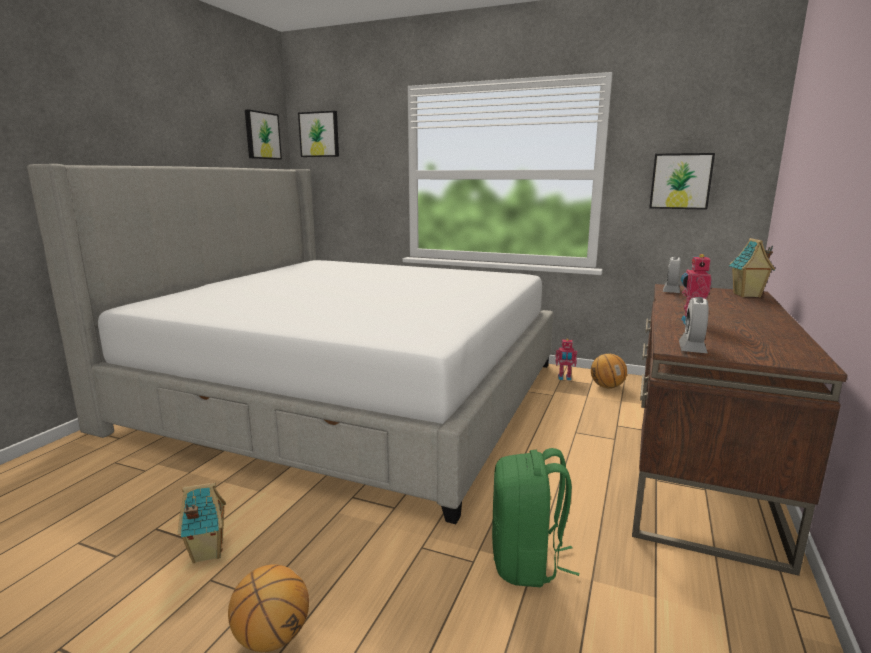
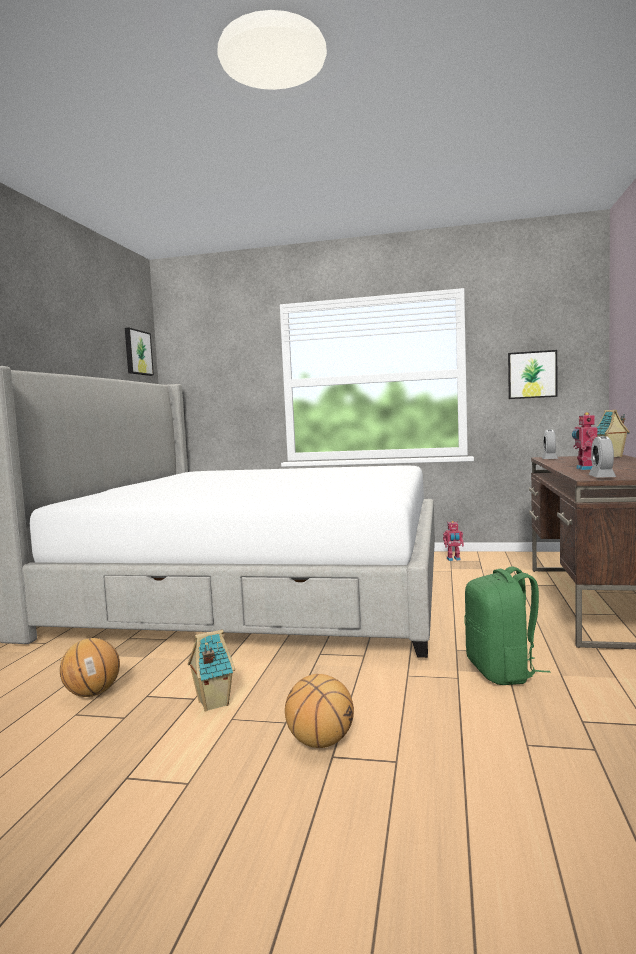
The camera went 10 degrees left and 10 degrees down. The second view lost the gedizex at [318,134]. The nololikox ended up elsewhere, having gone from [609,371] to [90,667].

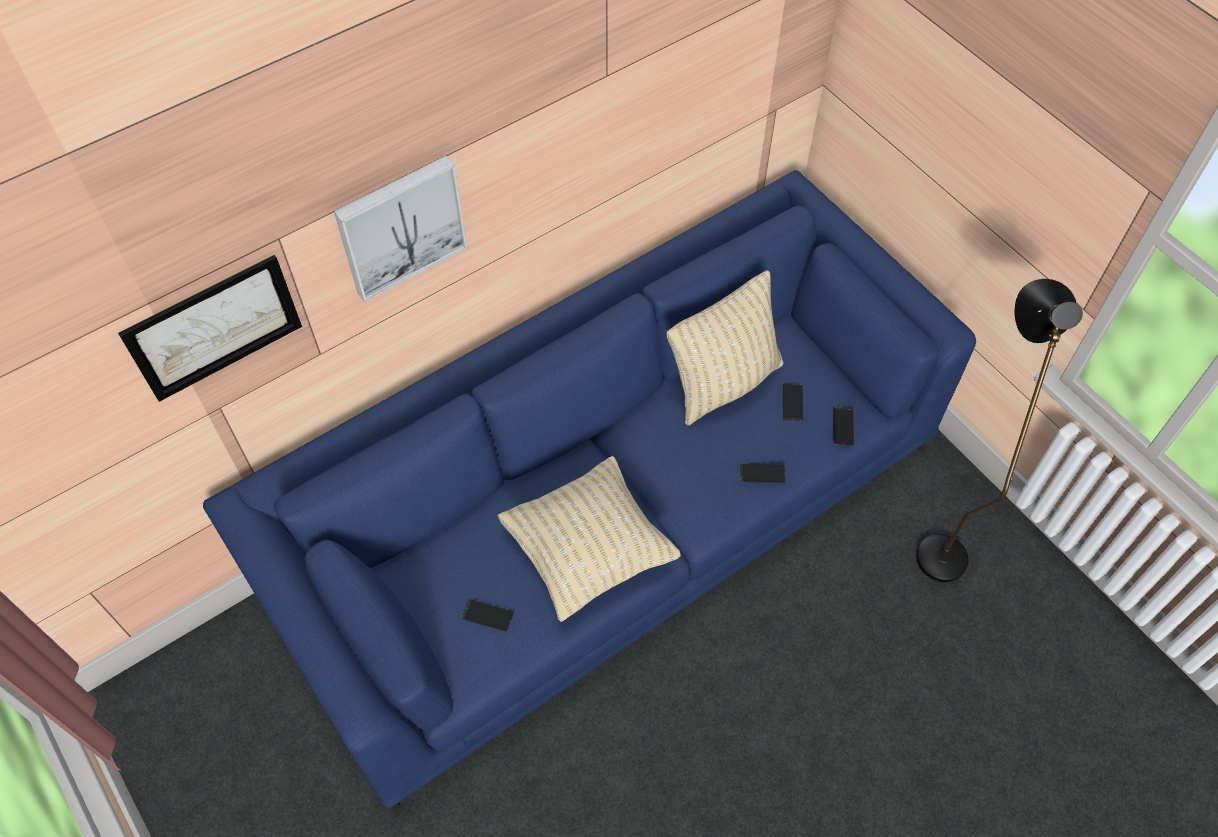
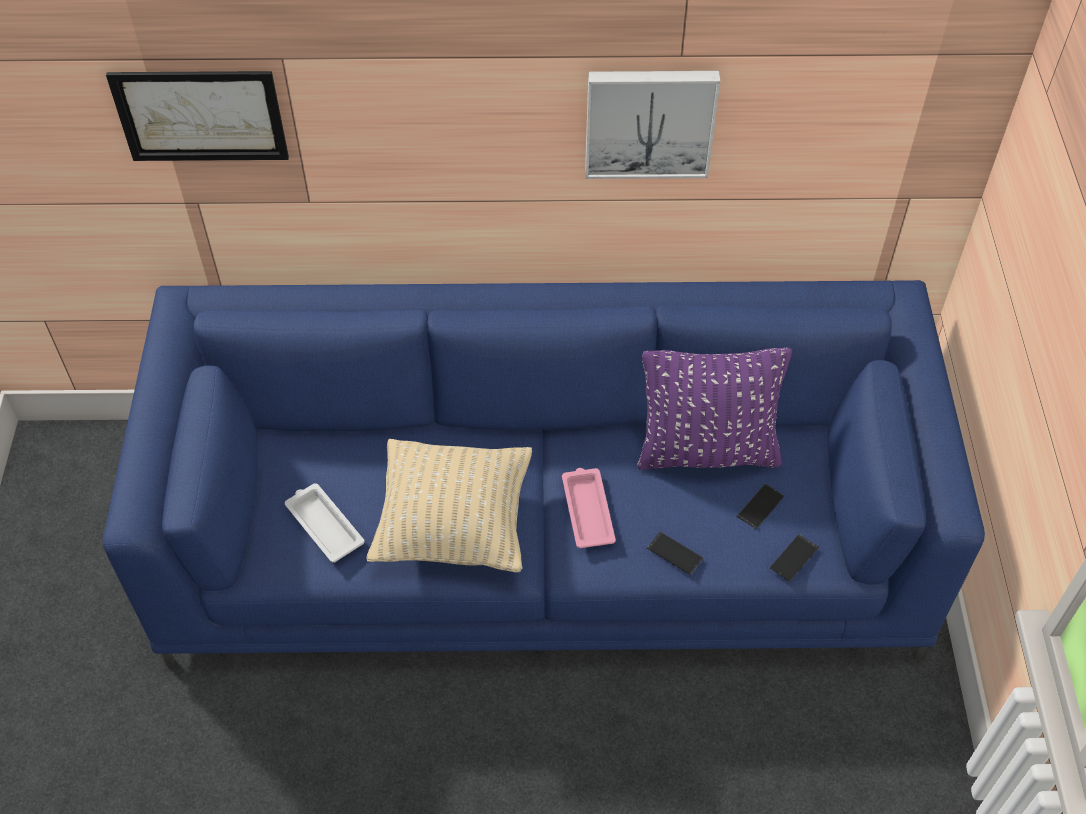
The camera went 35 degrees right and 5 degrees down. The gedizex ended up elsewhere, having gone from [400,229] to [652,125]. What was the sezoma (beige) at [725,348] turned into the sezoma (purple) at [714,409]. The second view lost the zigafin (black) at [999,430]. Where the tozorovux stood at [488,615], the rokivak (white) came to stand at [325,523]. The second view gained the rokivak (pink) at [589,508].

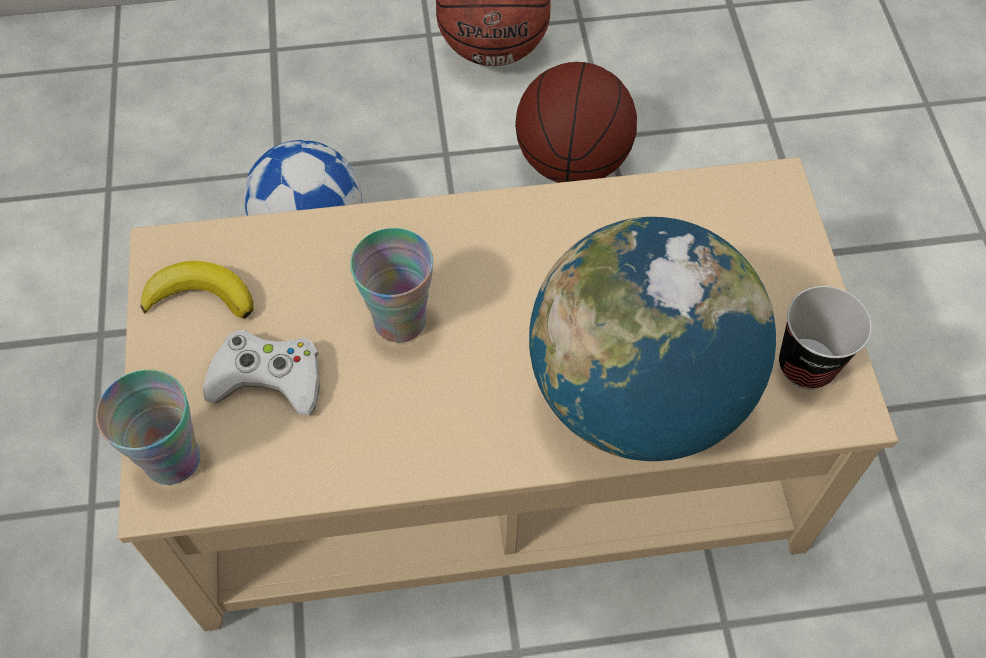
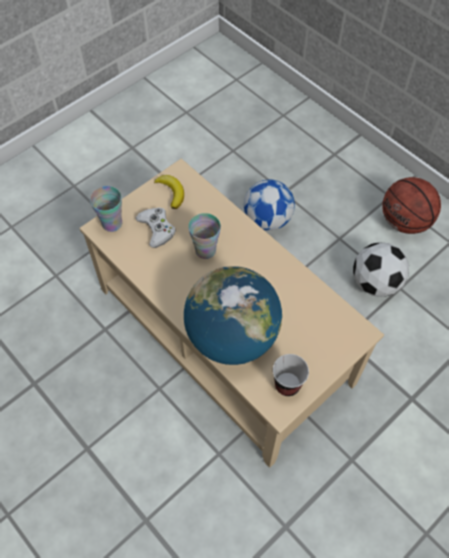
The camera went 55 degrees right and 0 degrees up. Where the nololikox stood at [576,122], the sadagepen came to stand at [381,269].

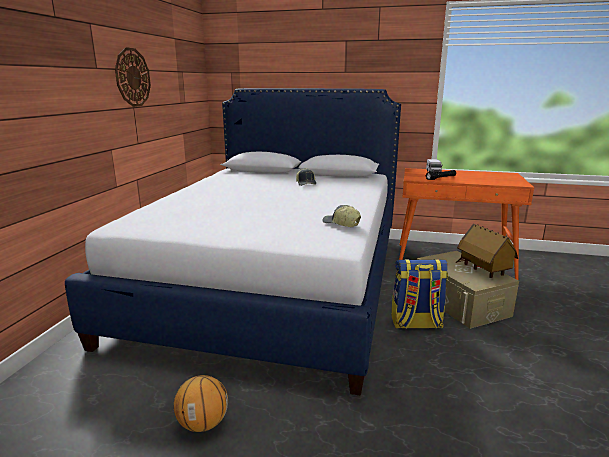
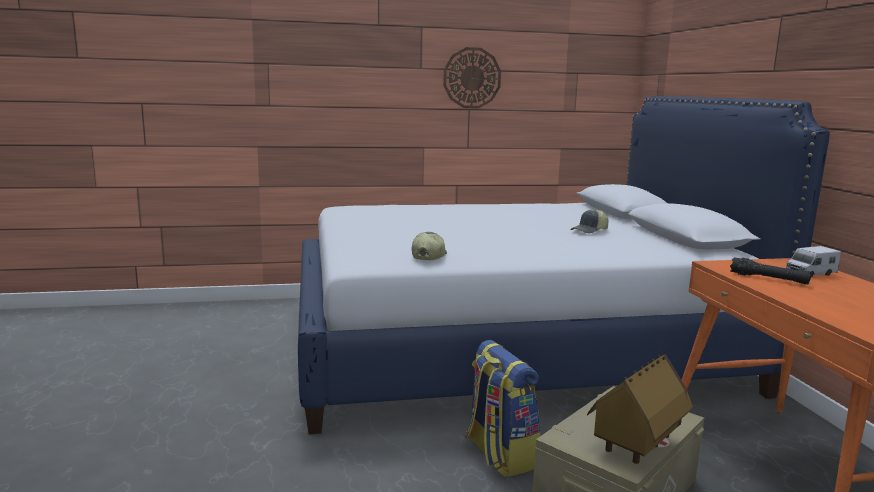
The camera went 65 degrees right and 5 degrees down. The second view lost the nololikox at [201,403].

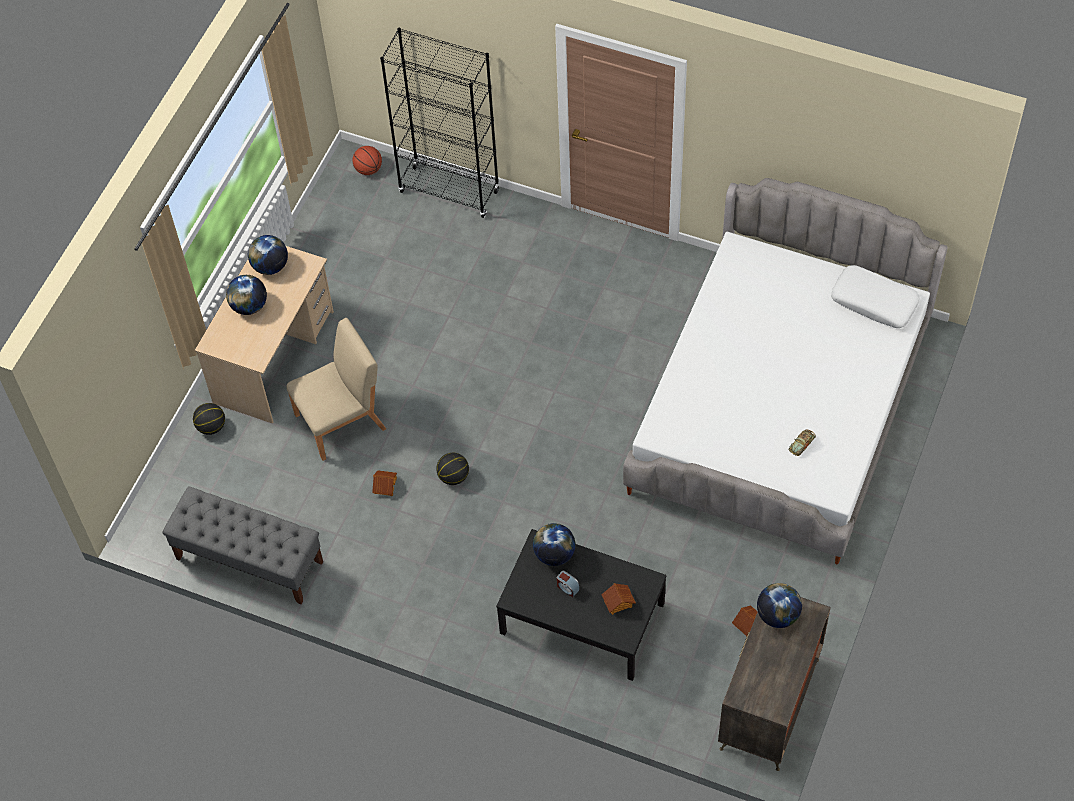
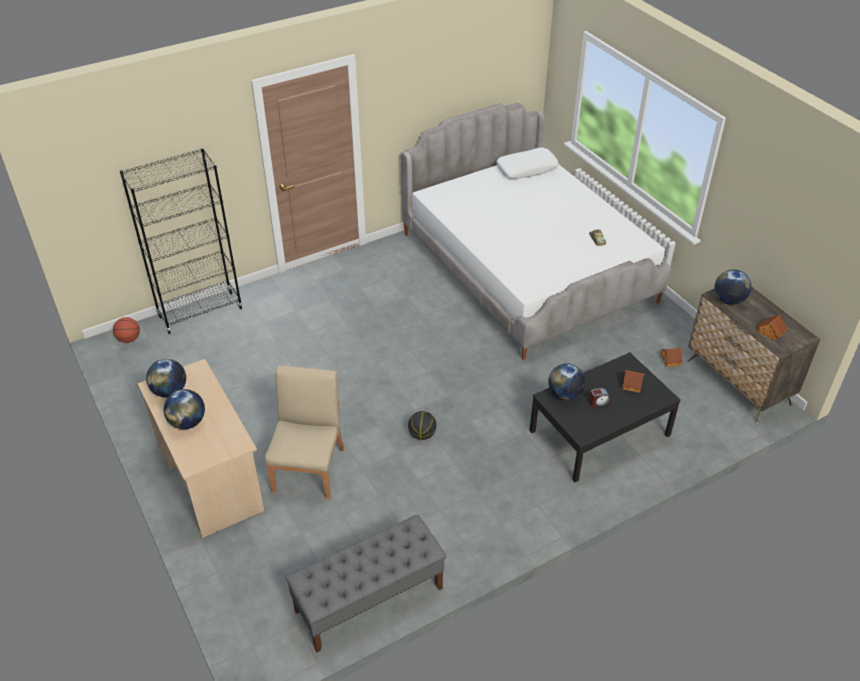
The camera went 55 degrees left and 15 degrees down. The second view lost the nololikox at [209,419]. The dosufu ended up elsewhere, having gone from [384,483] to [771,328].

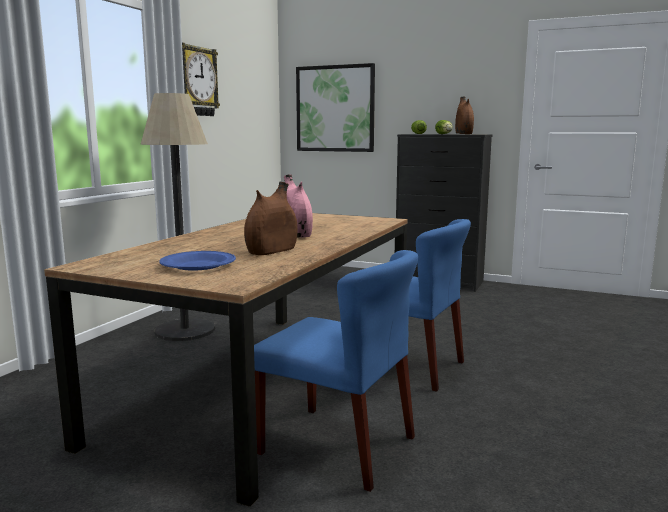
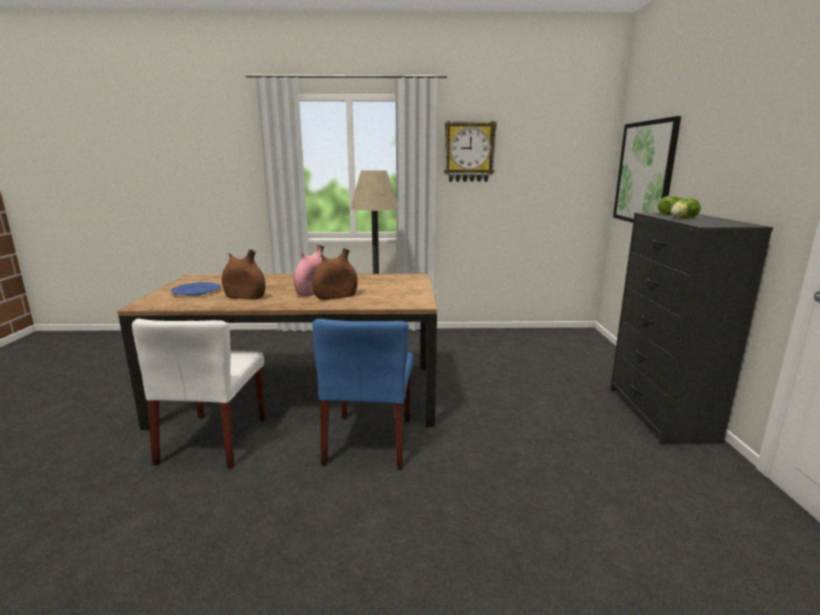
The camera went 65 degrees right and 5 degrees up. The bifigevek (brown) ended up elsewhere, having gone from [464,115] to [335,274]. What was the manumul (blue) at [336,371] turned into the manumul (white) at [199,394].

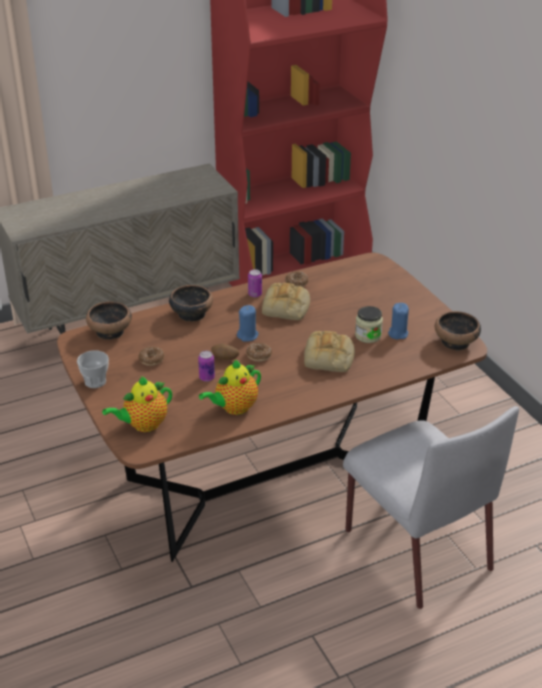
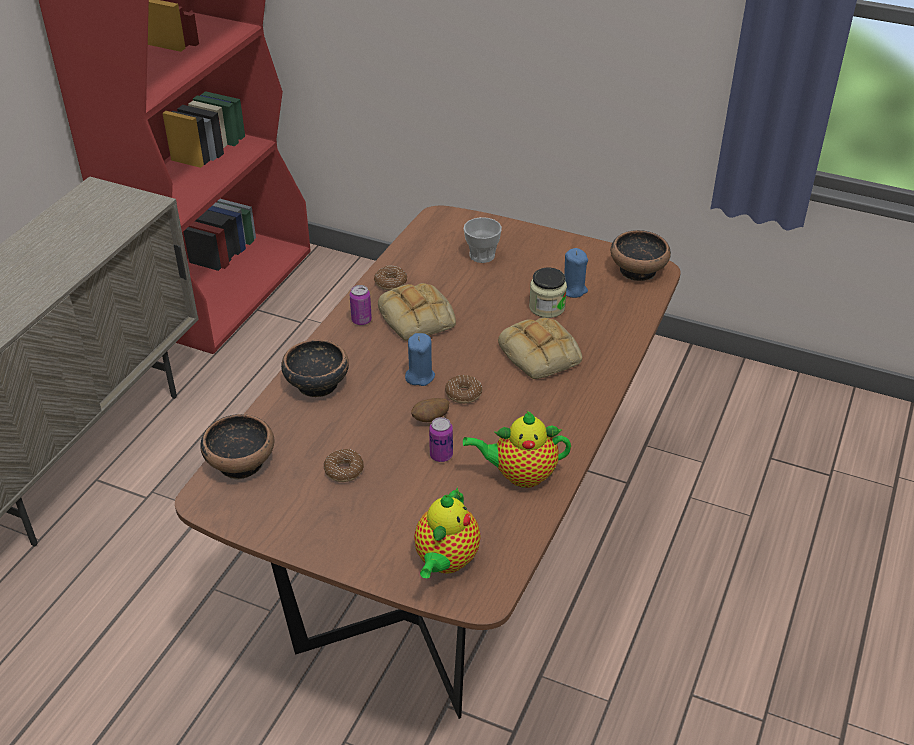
The camera went 40 degrees left and 5 degrees up. The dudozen ended up elsewhere, having gone from [93,369] to [483,240]. The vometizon at [230,387] ended up facing another way, 75 degrees clockwise from before. The second view lost the manumul (grey) at [431,507].

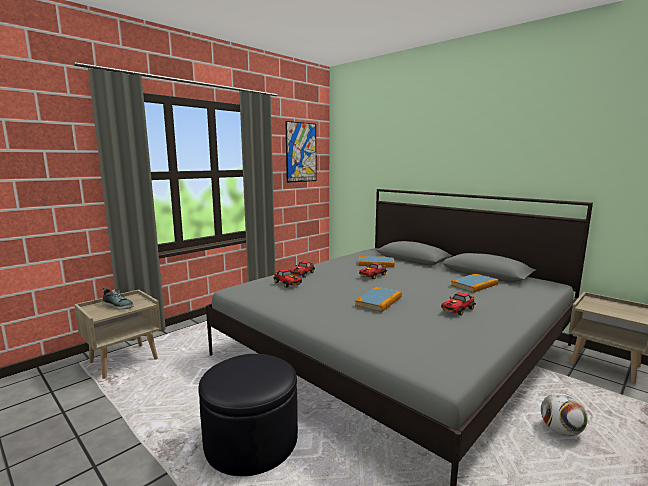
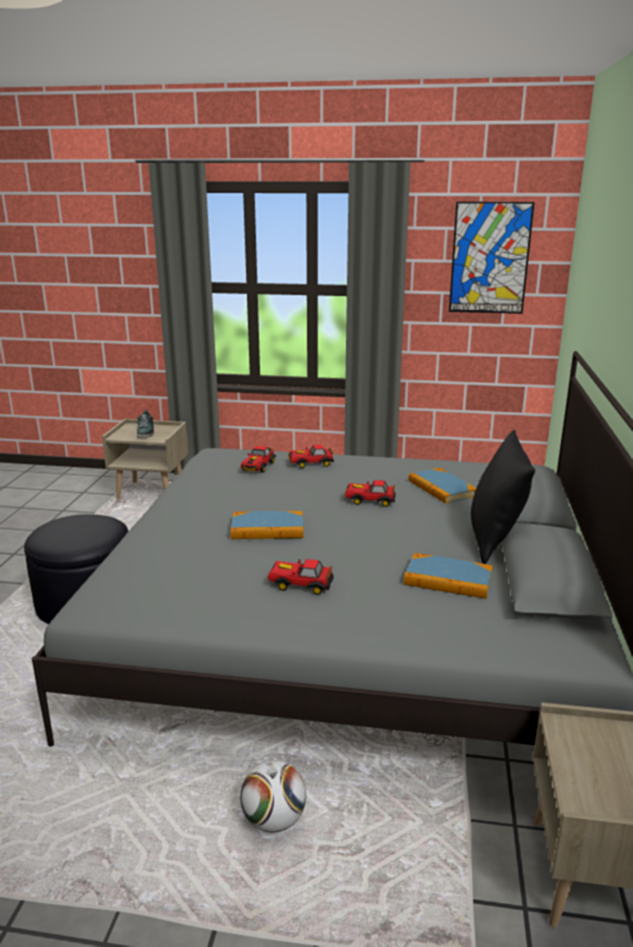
The camera went 55 degrees right and 10 degrees up. The second view gained the sezoma (black) at [503,497].

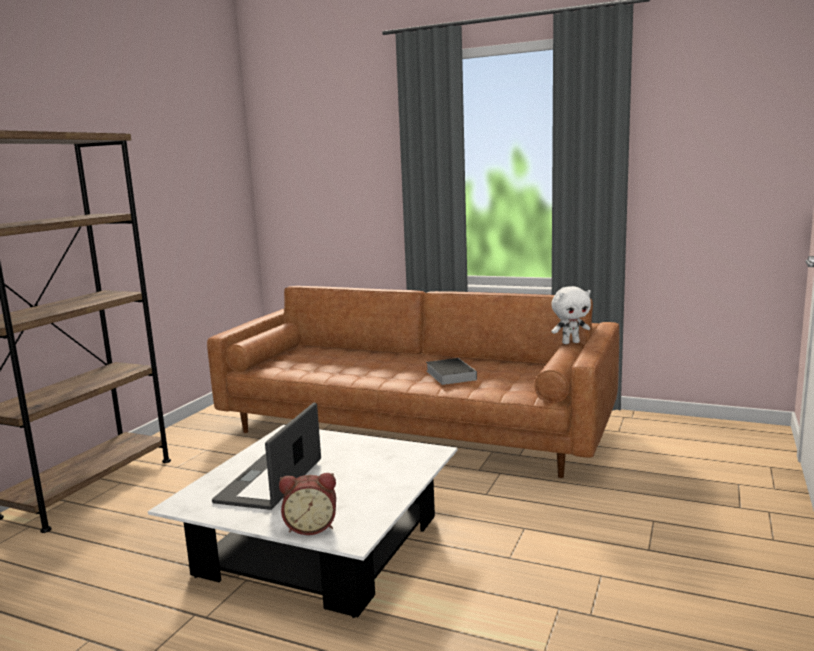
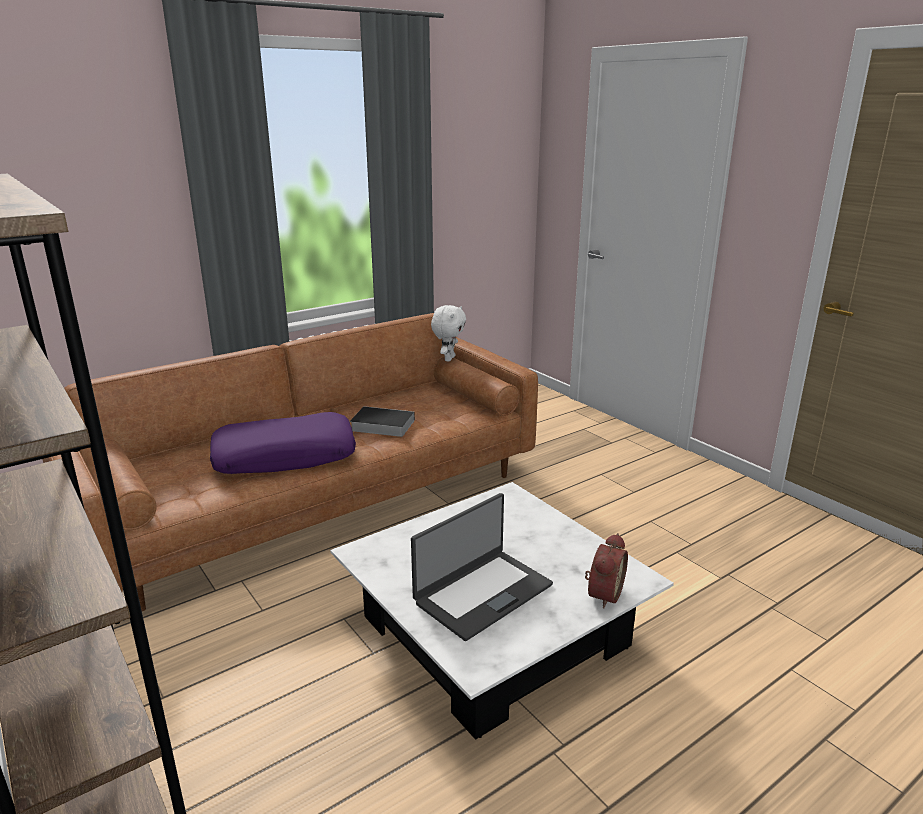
The camera went 60 degrees left and 10 degrees up. The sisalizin at [266,456] ended up facing another way, 90 degrees counterclockwise from before. The second view gained the sezoma (purple) at [283,443].

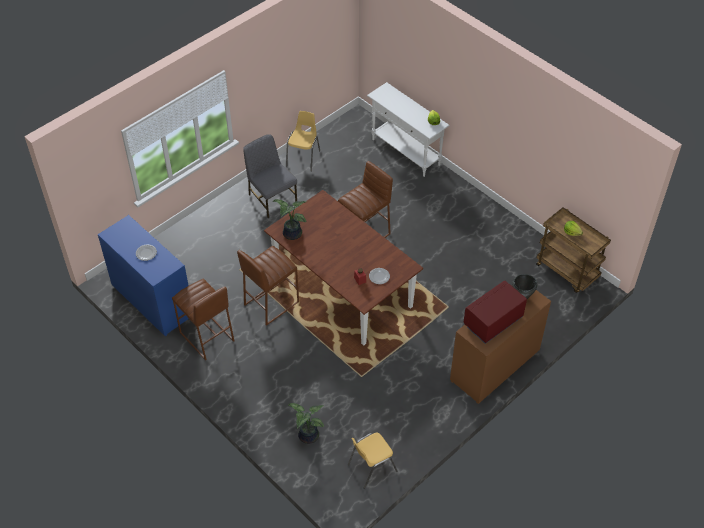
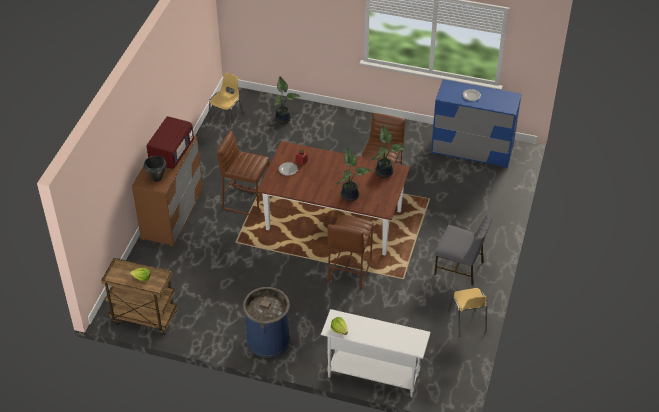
The camera went 150 degrees right and 5 degrees down. The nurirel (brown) ended up elsewhere, having gone from [203,319] to [244,174]. The second view gained the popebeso at [353,174]. The second view gained the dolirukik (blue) at [266,322].

